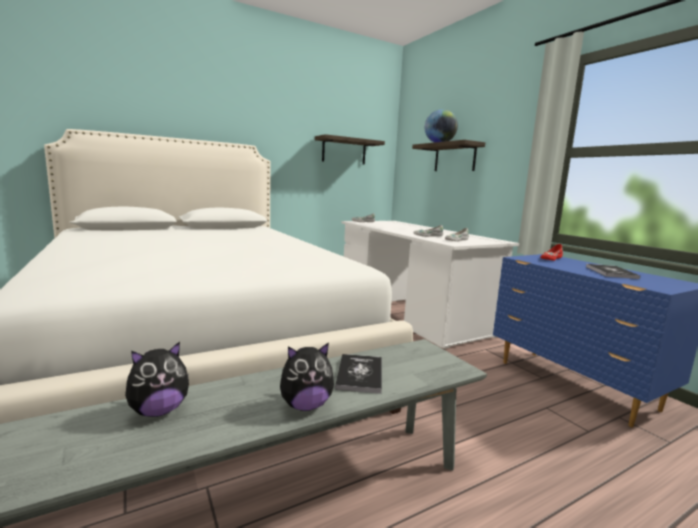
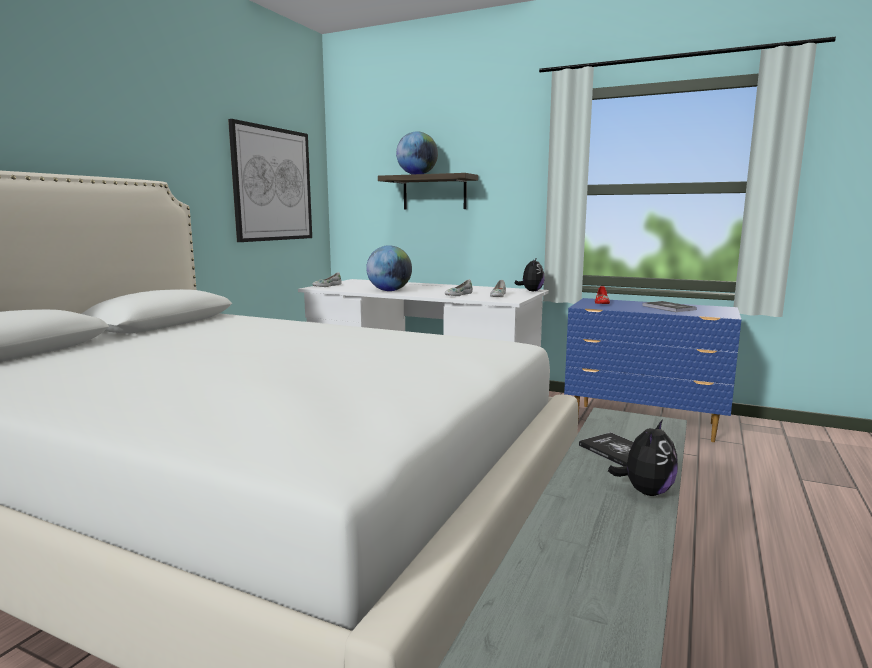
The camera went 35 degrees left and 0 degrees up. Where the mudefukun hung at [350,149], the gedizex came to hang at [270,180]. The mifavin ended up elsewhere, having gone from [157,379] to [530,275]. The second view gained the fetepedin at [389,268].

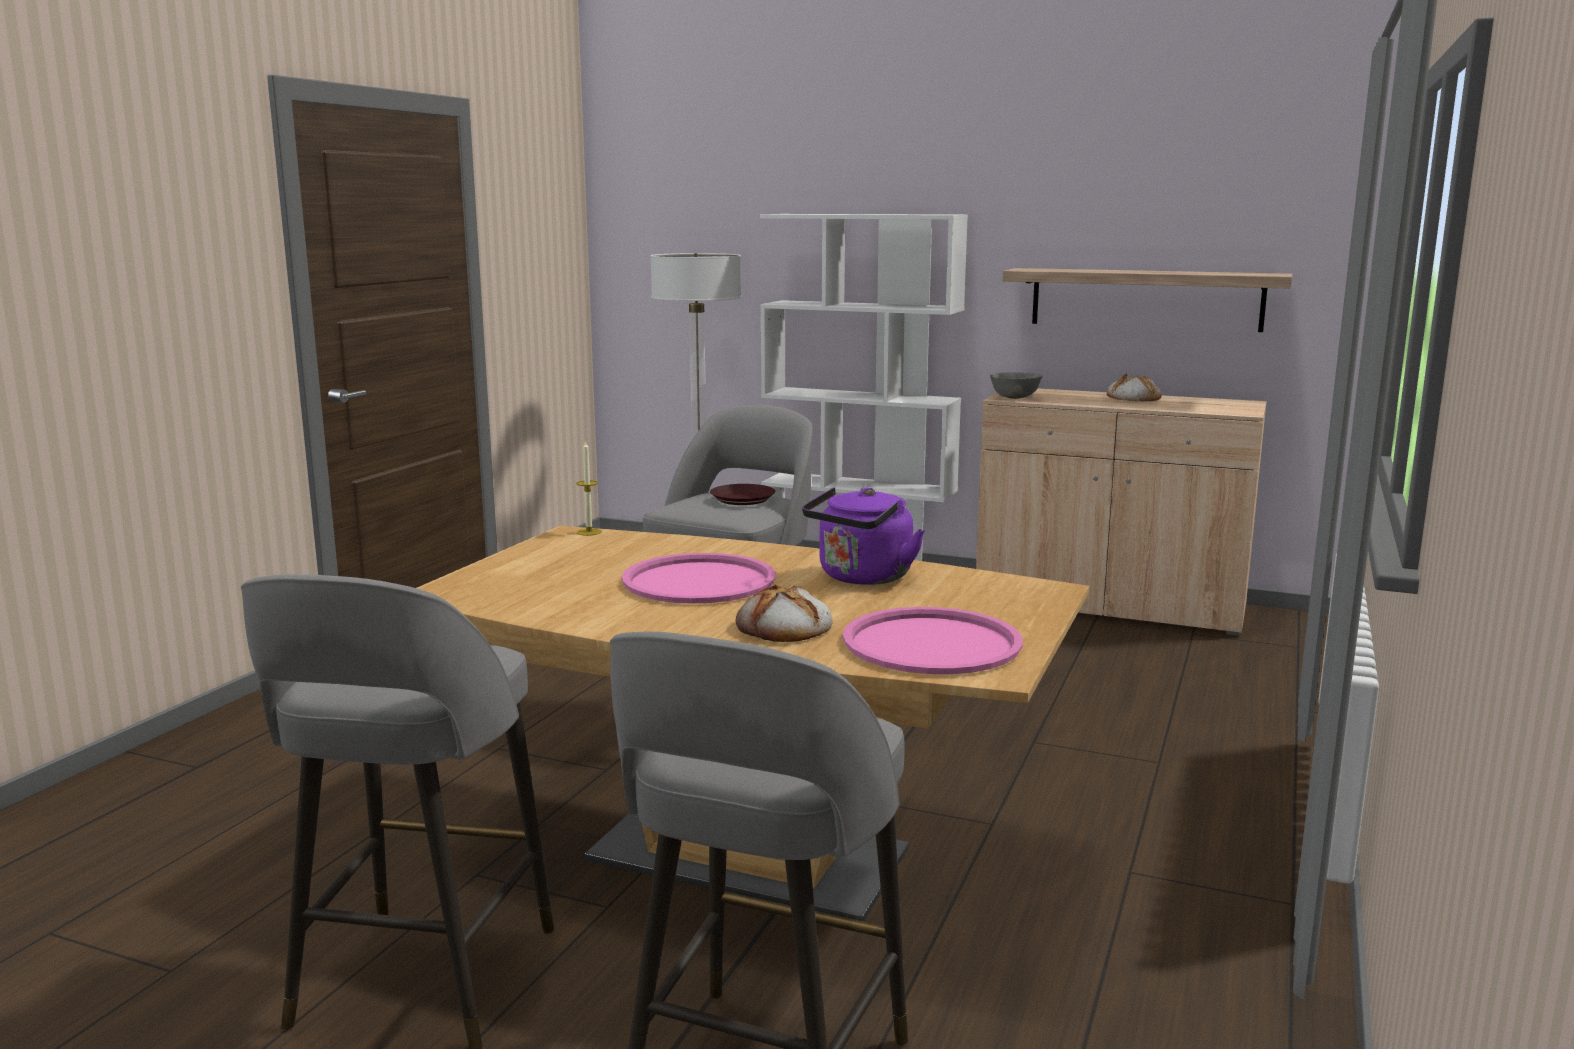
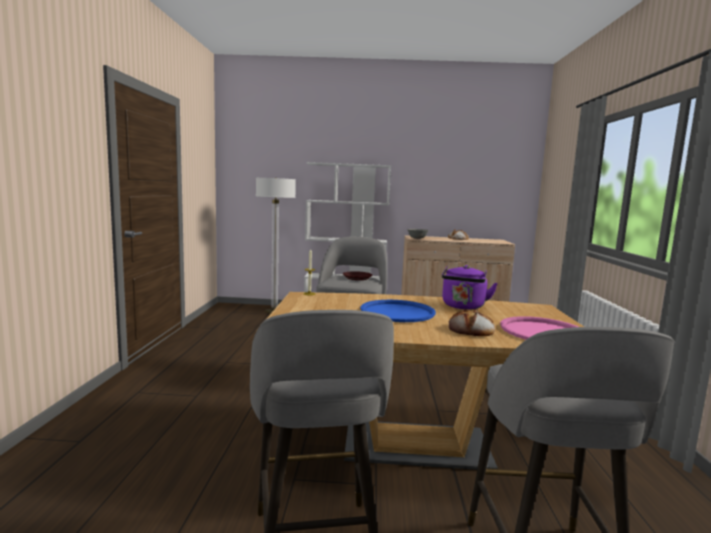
The camera went 20 degrees left and 5 degrees down. The second view lost the mudefukun at [1148,300]. What was the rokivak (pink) at [699,578] turned into the rokivak (blue) at [398,311].

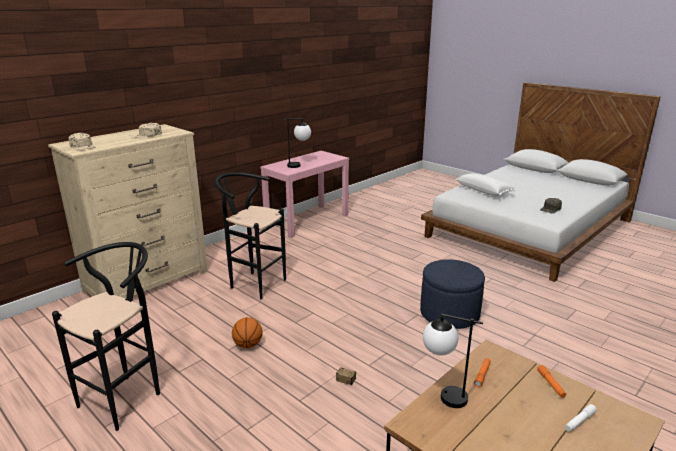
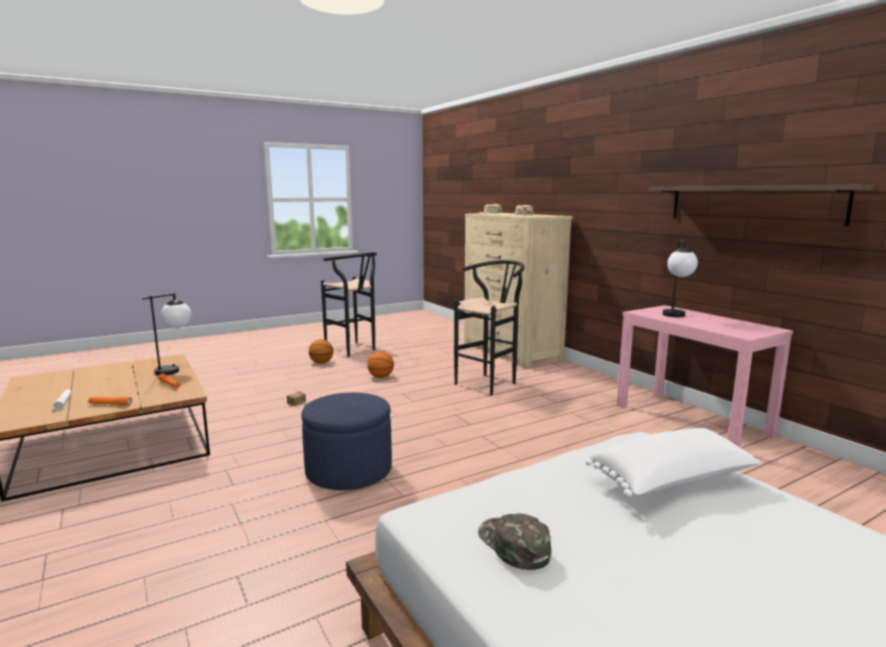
The camera went 105 degrees right and 10 degrees down. The second view gained the mudefukun at [760,205]. The second view gained the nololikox at [321,351].

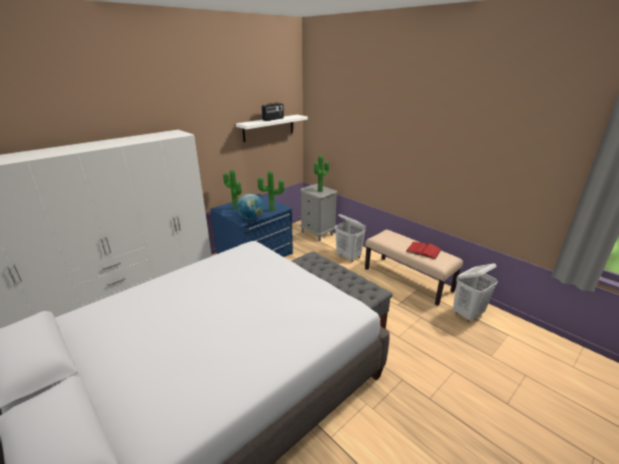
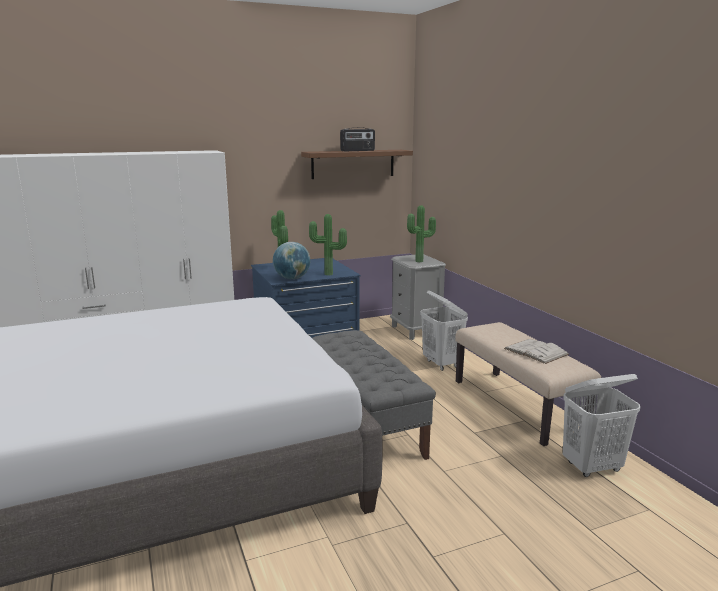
The camera went 20 degrees right and 10 degrees down. What was the mudefukun (white) at [272,128] turned into the mudefukun (brown) at [357,164]. What was the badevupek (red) at [424,250] turned into the badevupek (white) at [536,351].

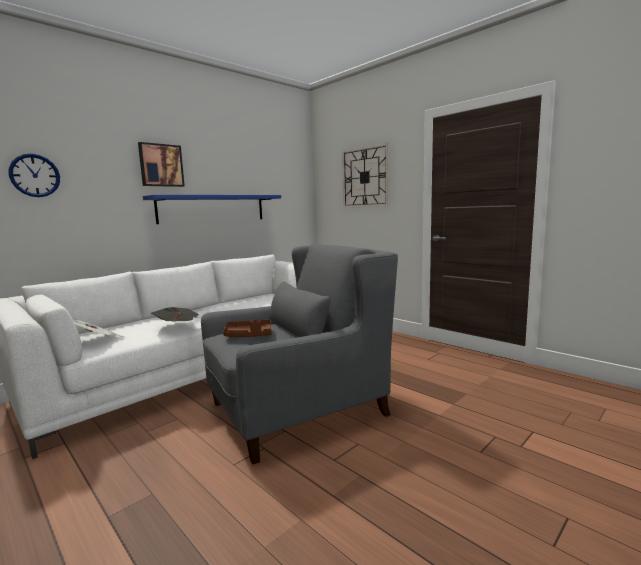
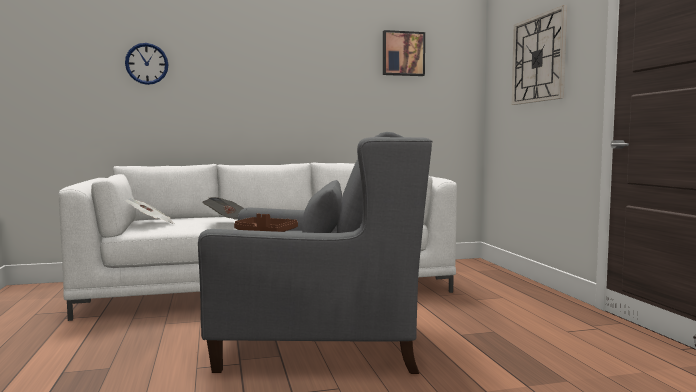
The camera went 30 degrees right and 5 degrees down. The gedizex ended up elsewhere, having gone from [161,164] to [404,53]. The second view lost the mudefukun (blue) at [212,209].

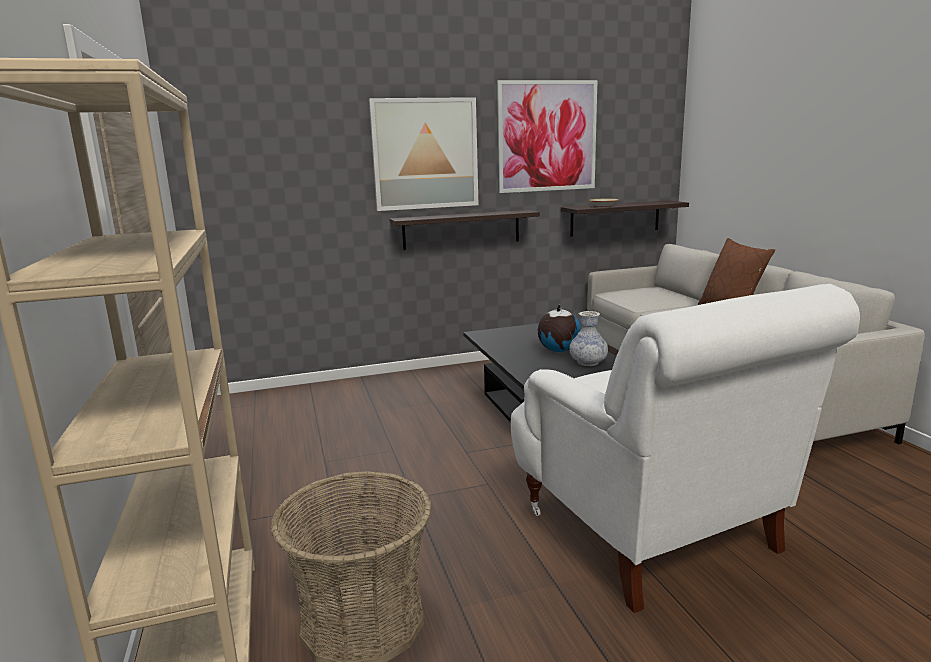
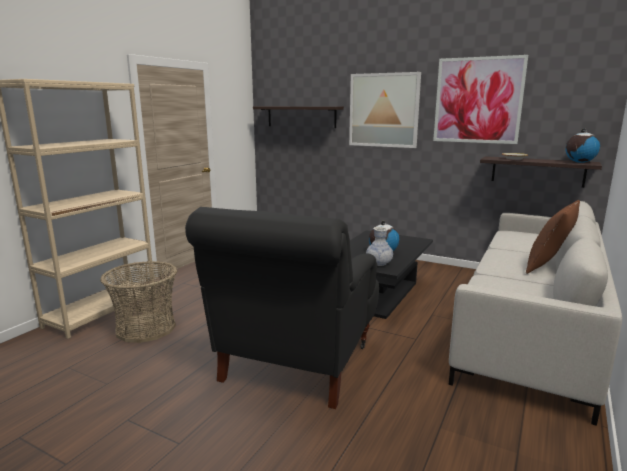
The camera went 45 degrees right and 0 degrees up. The mudefukun ended up elsewhere, having gone from [464,230] to [298,117]. What was the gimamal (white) at [685,448] turned into the gimamal (black) at [282,308]. The second view gained the fetepedin at [582,145].

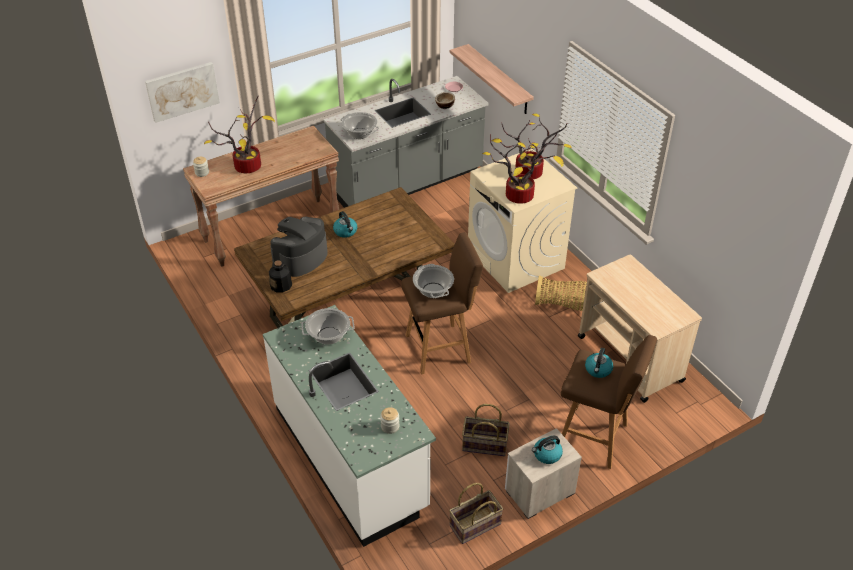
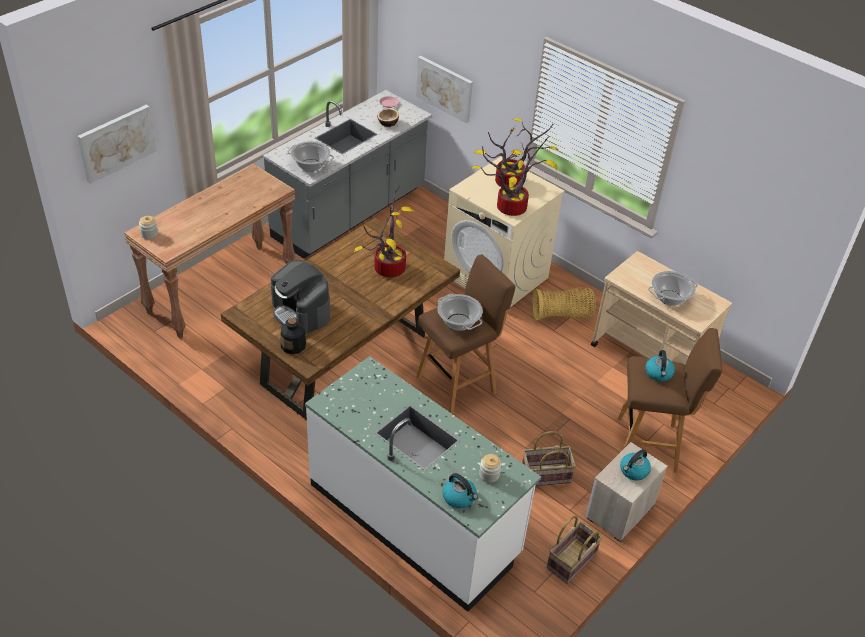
The camera went 20 degrees left and 0 degrees up. Where the mudefukun hung at [492,79], the gedizex came to hang at [444,89]. The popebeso ended up elsewhere, having gone from [239,134] to [384,231]. The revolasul ended up elsewhere, having gone from [345,224] to [460,491]. The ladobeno at [299,247] ended up facing another way, 60 degrees counterclockwise from before. The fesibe ended up elsewhere, having gone from [327,326] to [673,288].

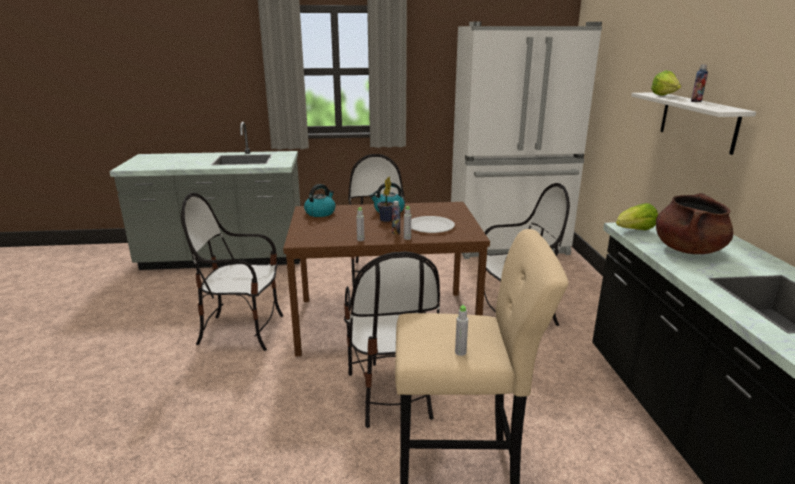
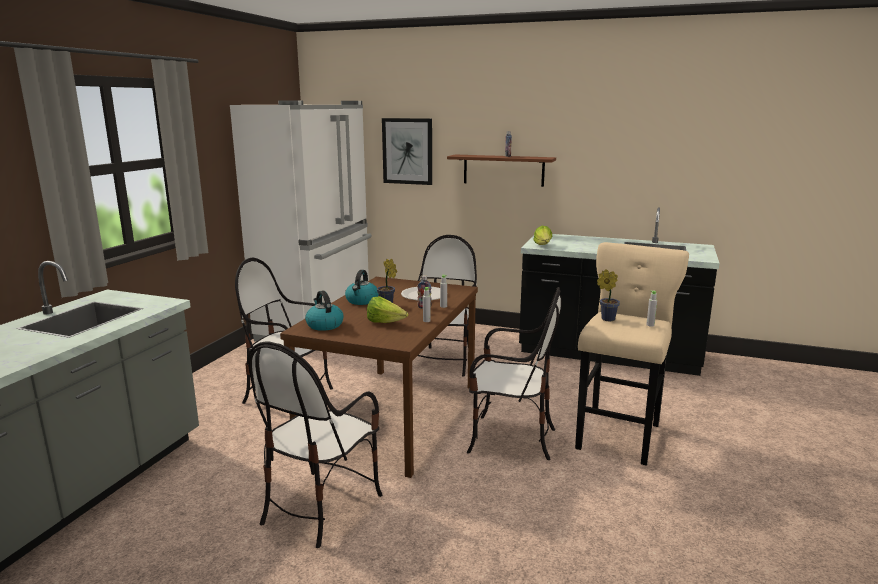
The camera went 65 degrees left and 5 degrees down. The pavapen ended up elsewhere, having gone from [666,83] to [387,309]. What was the mudefukun (white) at [693,124] turned into the mudefukun (brown) at [501,171]. The second view lost the fesibe (brown) at [694,223]. The second view gained the gedizex at [407,151]. The second view gained the popebeso at [608,295].

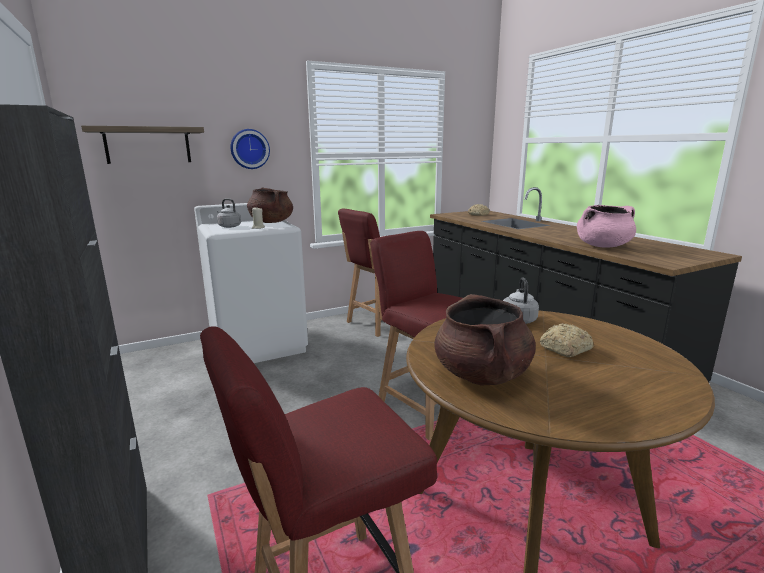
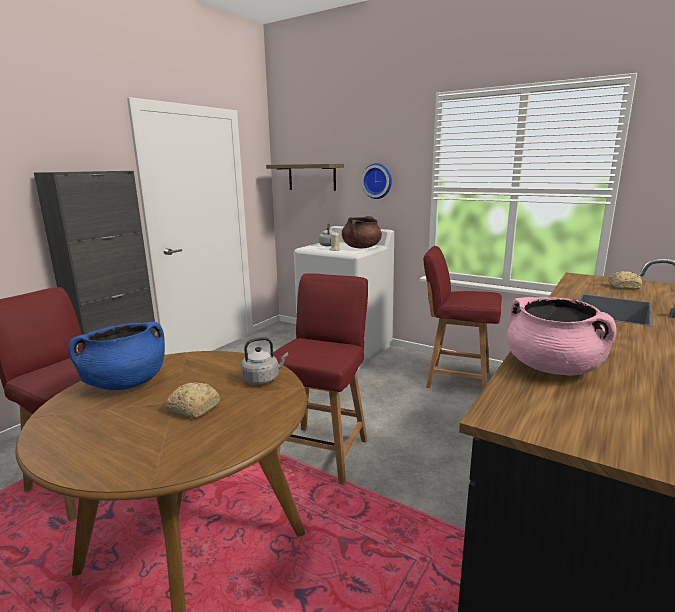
The camera went 60 degrees right and 0 degrees up. What was the fesibe (brown) at [485,339] turned into the fesibe (blue) at [116,356].

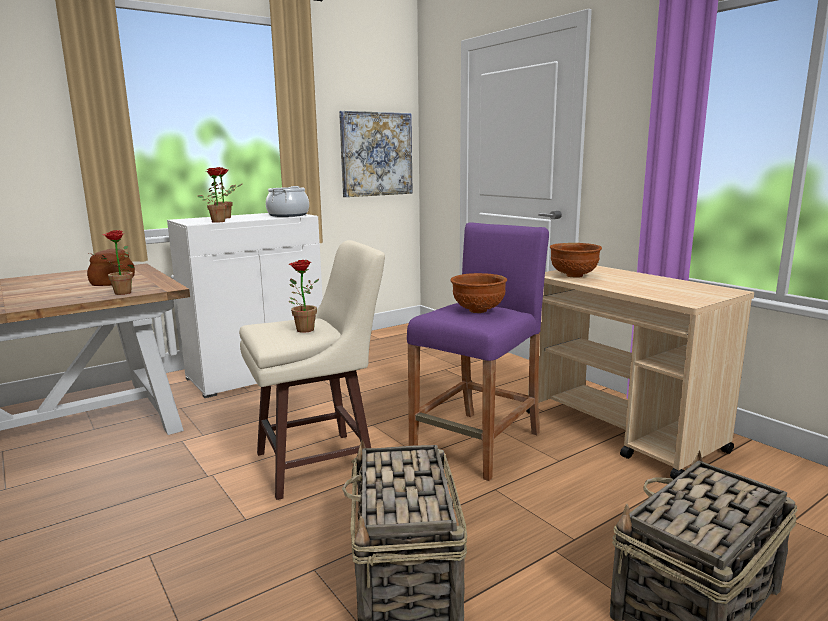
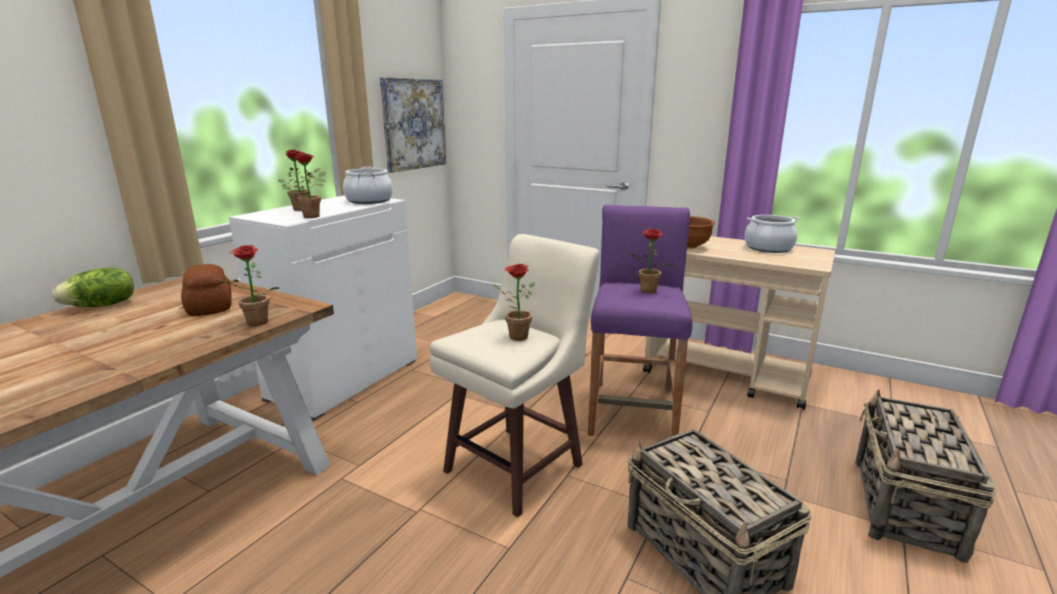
The camera went 25 degrees left and 5 degrees up. Where the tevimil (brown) stood at [478,293], the popebeso came to stand at [652,261]. The second view gained the fesibe at [772,234]. The second view gained the pavapen at [93,287].

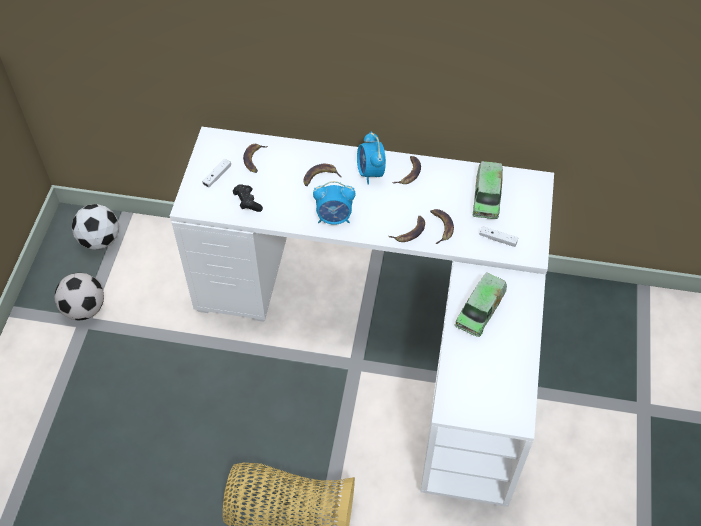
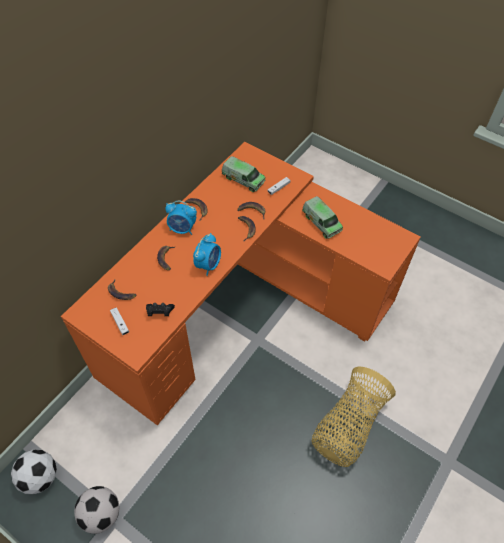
The camera went 65 degrees left and 0 degrees up. What was the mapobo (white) at [362,317] turned into the mapobo (orange) at [241,283].

